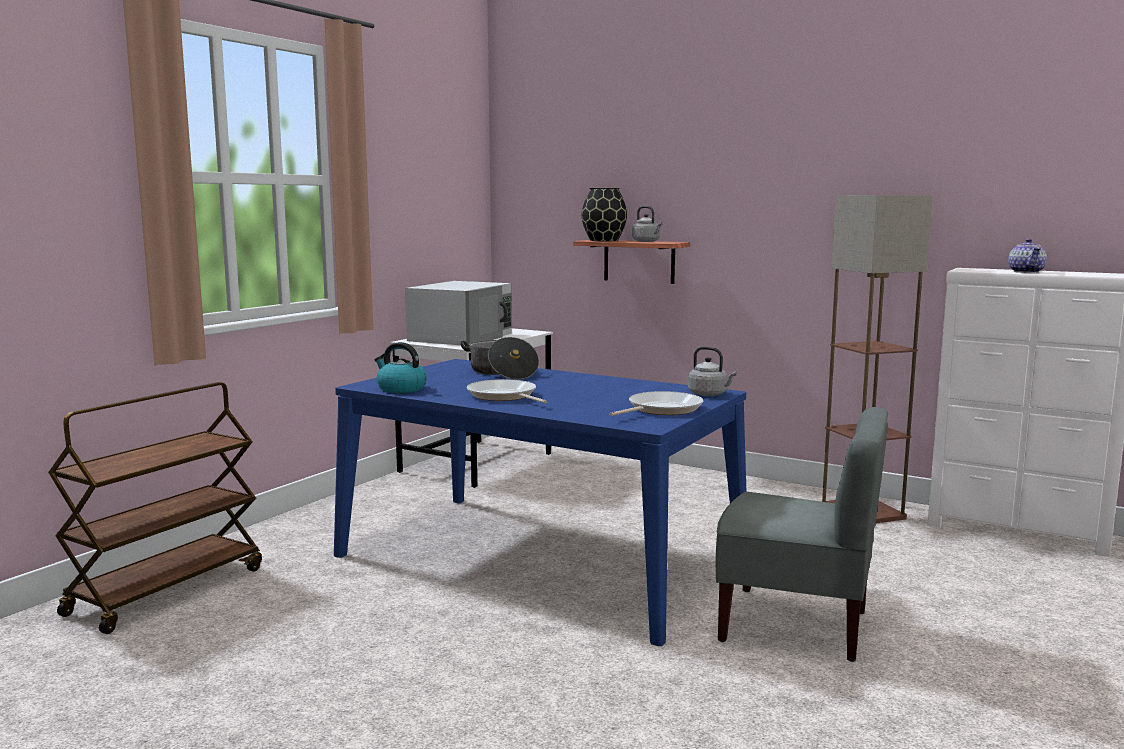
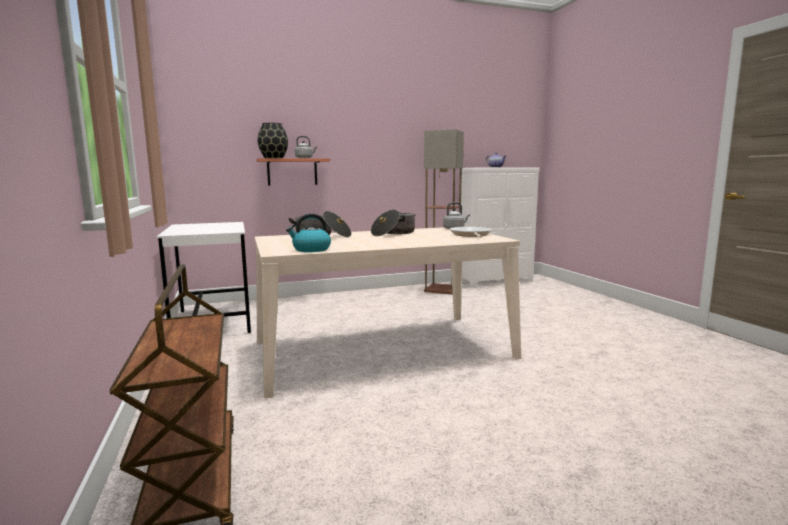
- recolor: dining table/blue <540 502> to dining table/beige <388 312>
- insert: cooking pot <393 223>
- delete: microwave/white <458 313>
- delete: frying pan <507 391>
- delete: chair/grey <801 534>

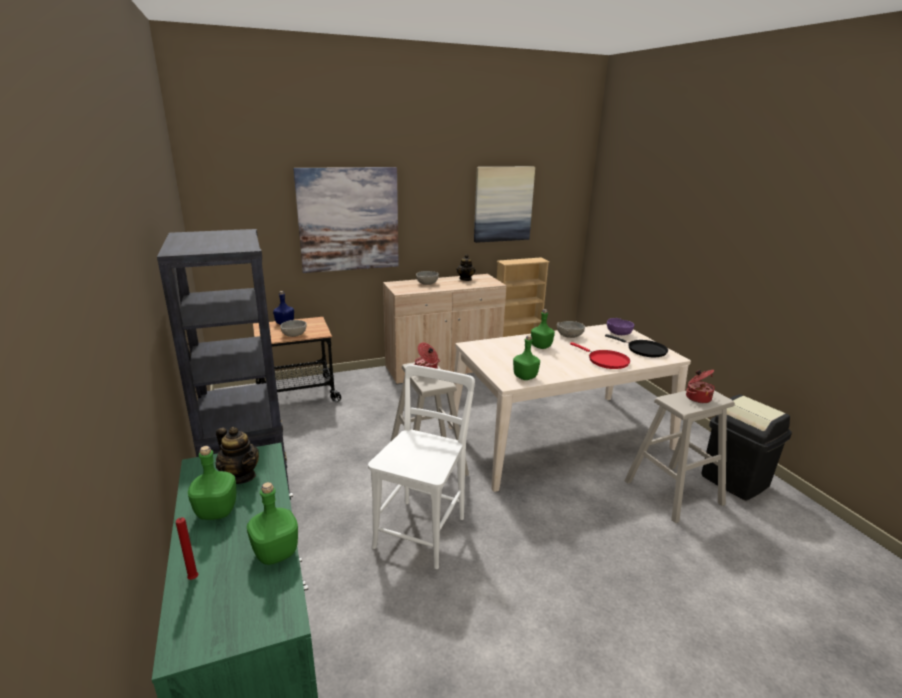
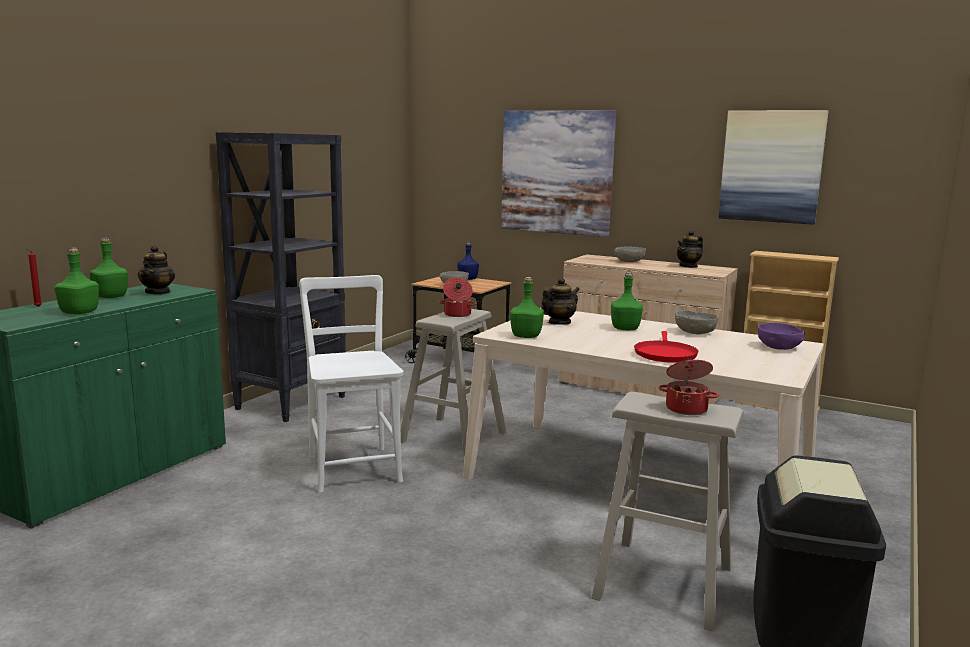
- rotate: chair/white <421 466> = <351 384> 90 degrees counterclockwise
- insert: teapot <560 301>
- delete: frying pan/black <636 345>

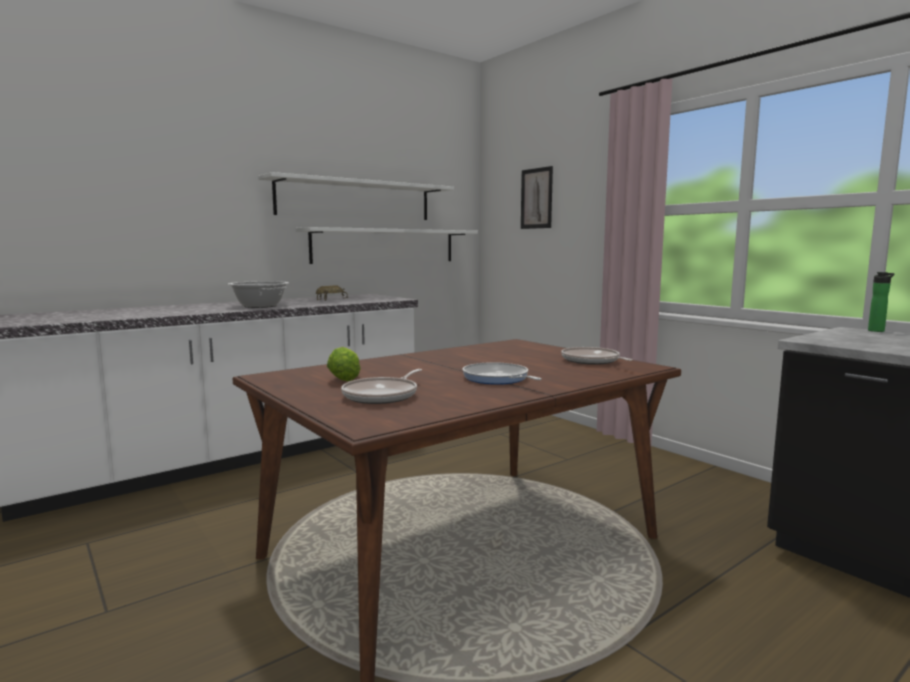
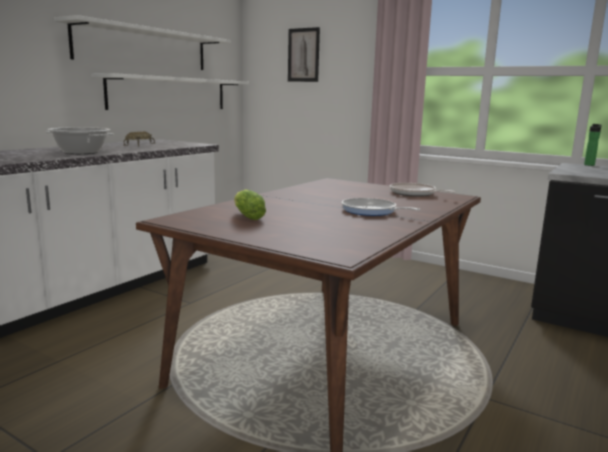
- delete: frying pan <381 386>

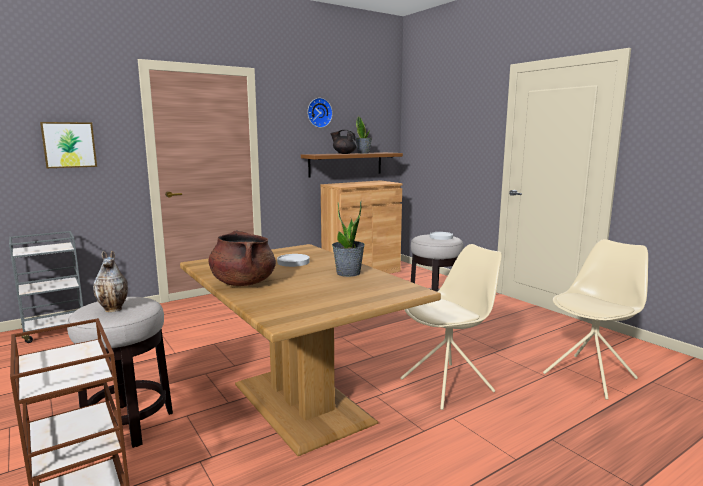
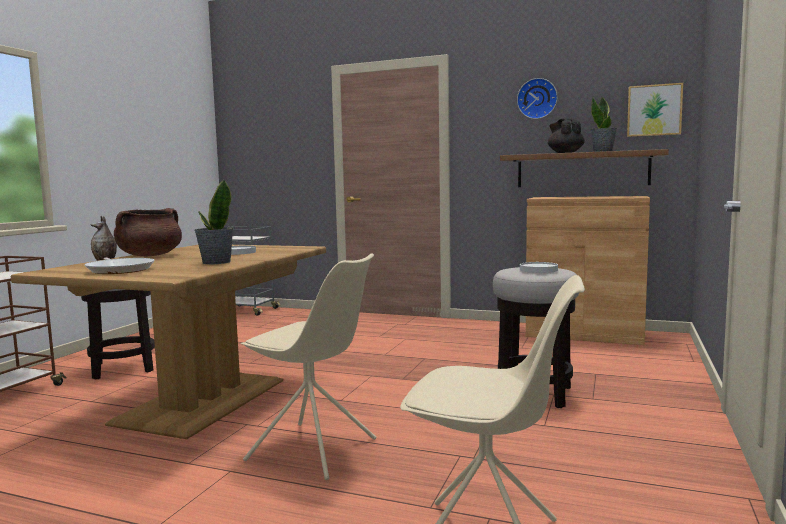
- insert: frying pan <120 265>
- move: picture <68 145> to <655 110>

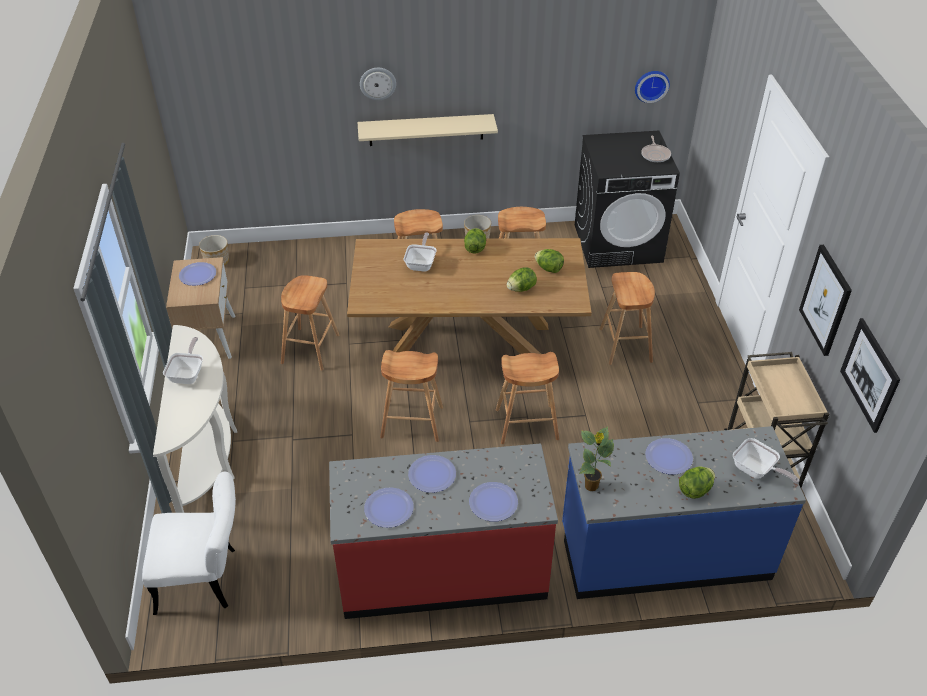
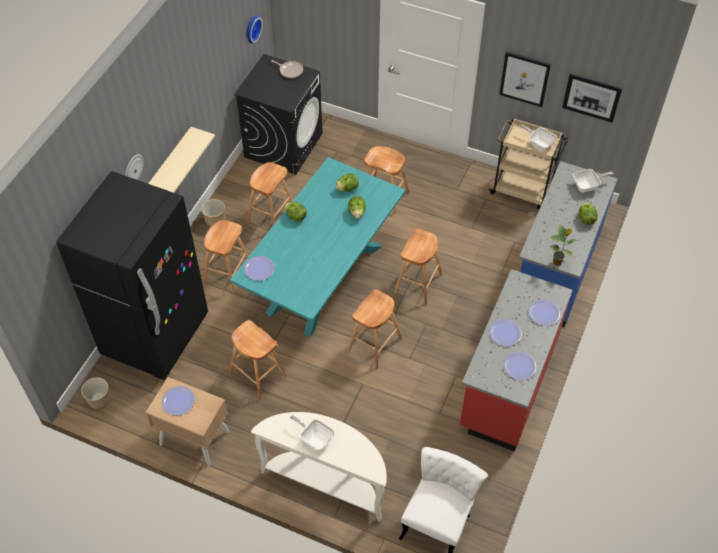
- insert: fridge/black <132 275>
- recolor: dining table/brown <469 296> to dining table/turquoise <317 247>
- move: plate <669 456> to <259 268>
- move: frying pan <420 252> to <538 137>

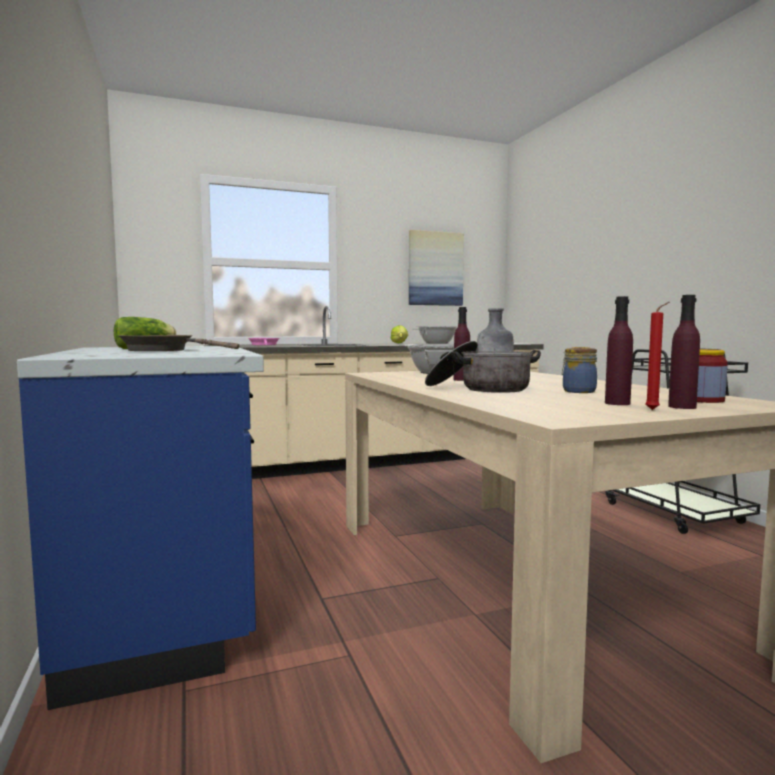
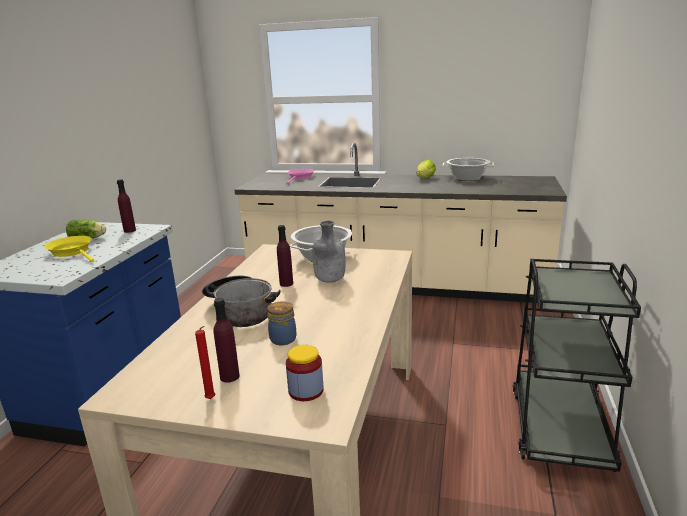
- recolor: frying pan/brown <178 343> to frying pan/yellow <69 249>
- move: bottle/purple <684 352> to <126 206>
- delete: picture <436 268>

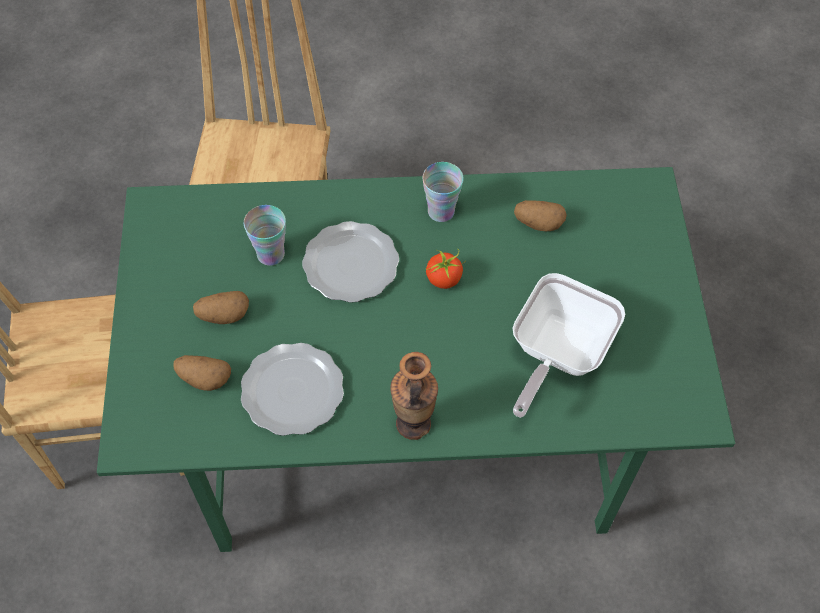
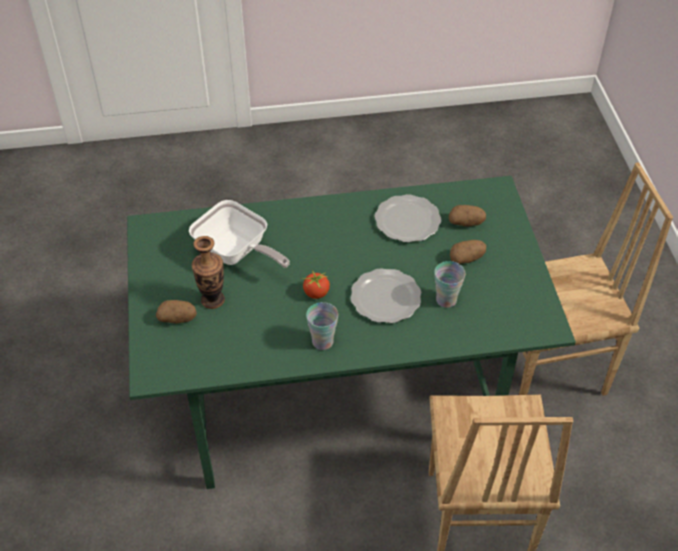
- move: potato <540 215> to <176 312>
- rotate: frying pan <568 345> = <239 234> 105 degrees clockwise
- move: vase <414 396> to <208 272>

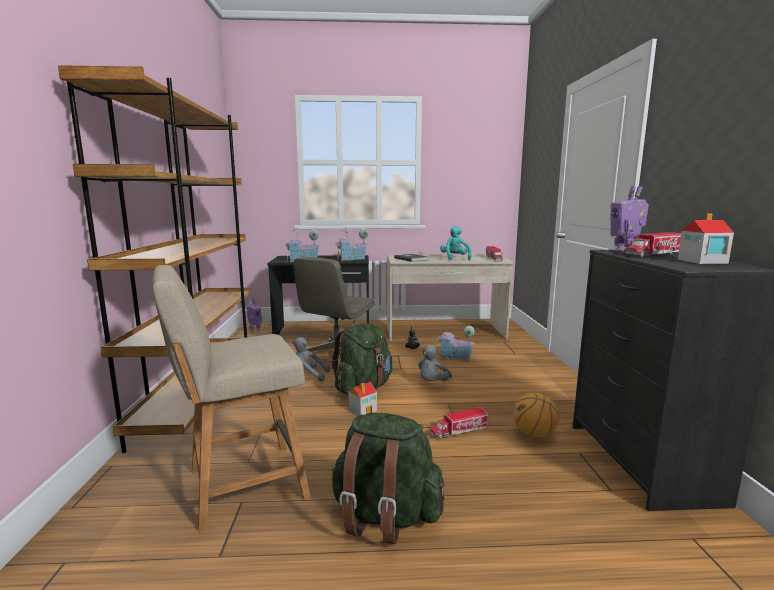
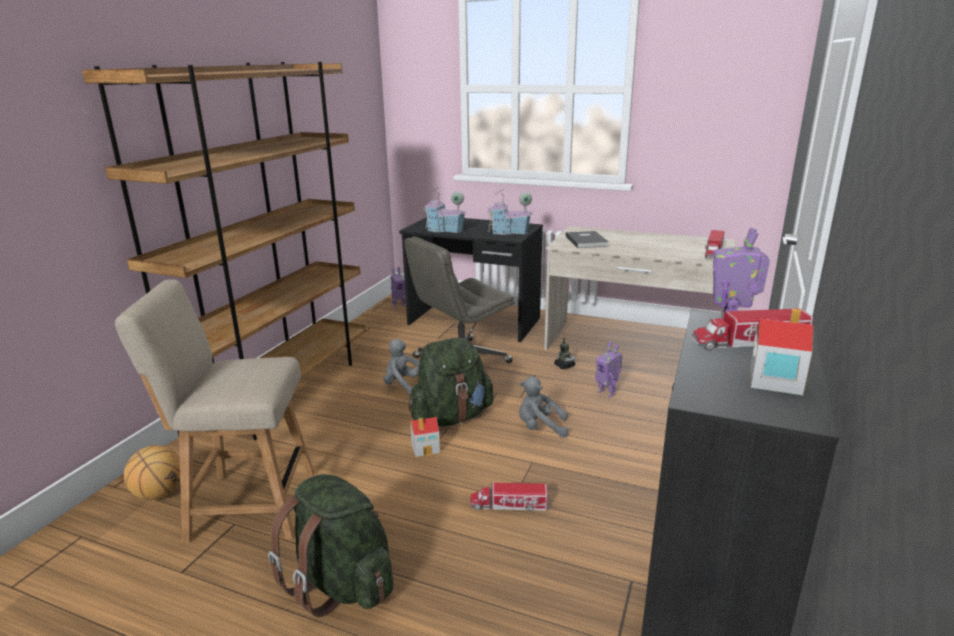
- move: basketball <536 415> to <152 472>
- rotate: plush toy/grey <435 363> = <543 407> 45 degrees clockwise
- replace: toy house <455 341> to toy robot <609 369>
- delete: plush toy/turquoise <456 243>

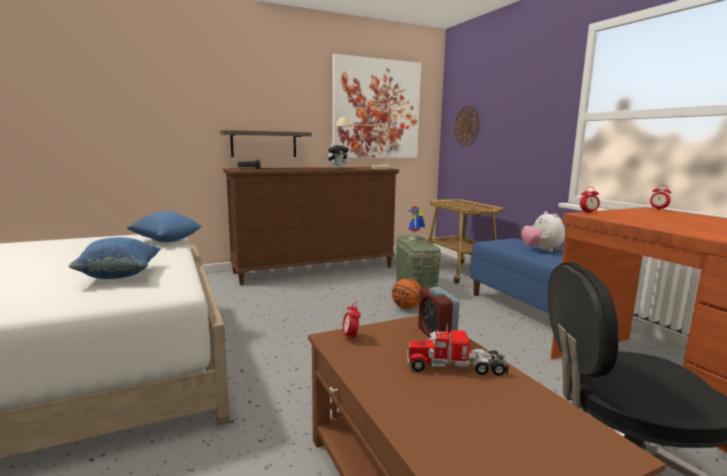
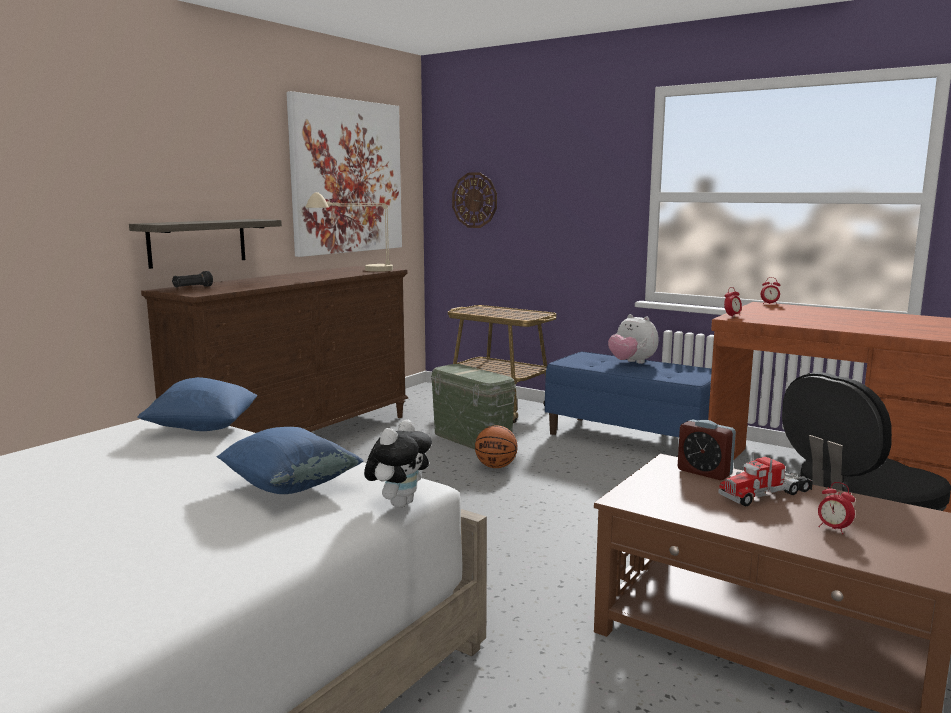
- move: plush toy <338 156> to <398 464>
- move: alarm clock <351 322> to <836 508>
- delete: toy robot <416 223>

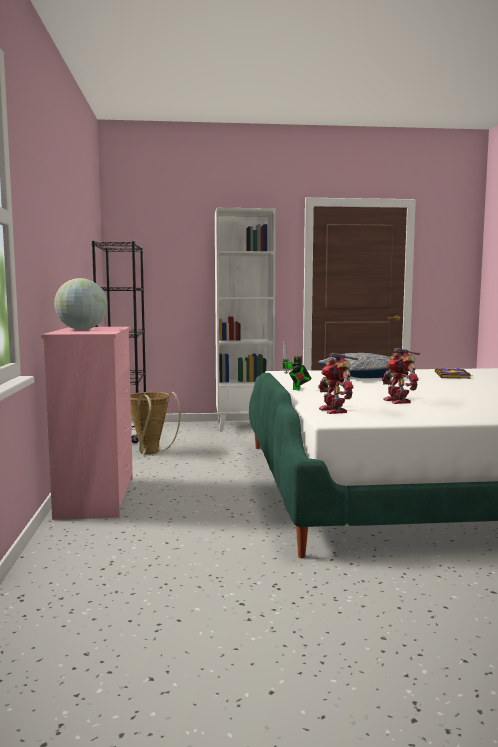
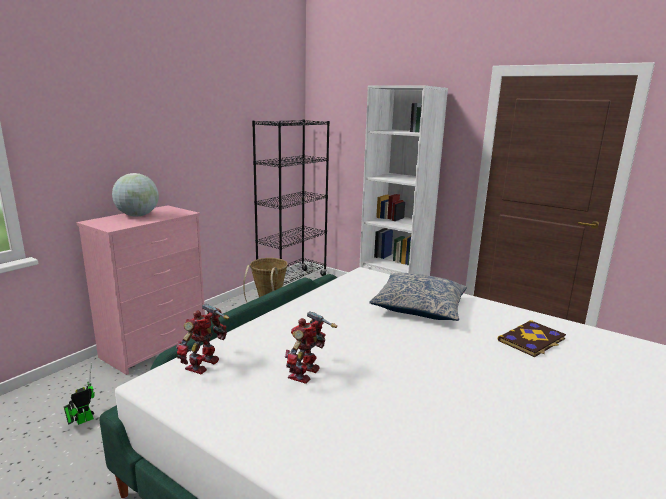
- move: toy robot <296 365> to <79 394>

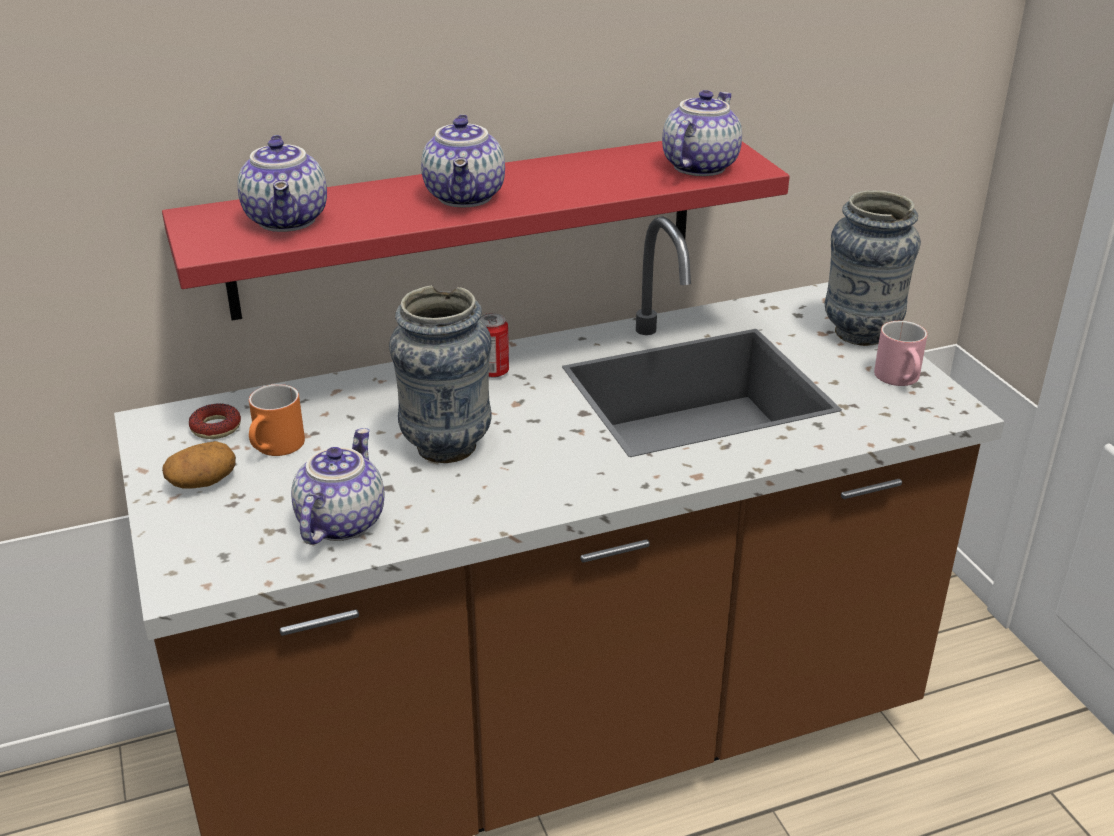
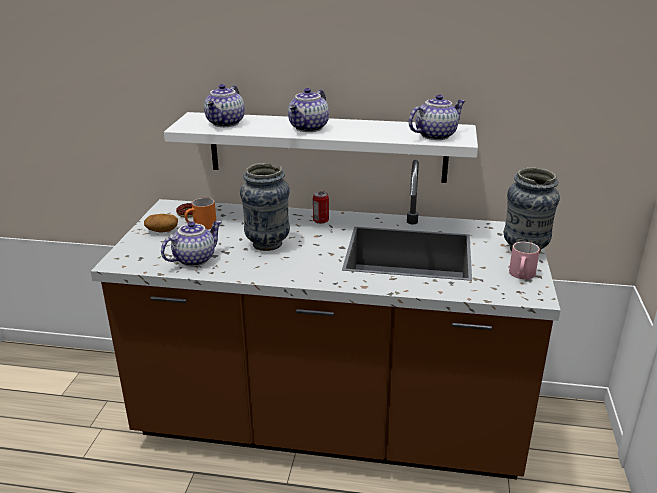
- recolor: shelf/red <476 231> to shelf/white <321 147>

